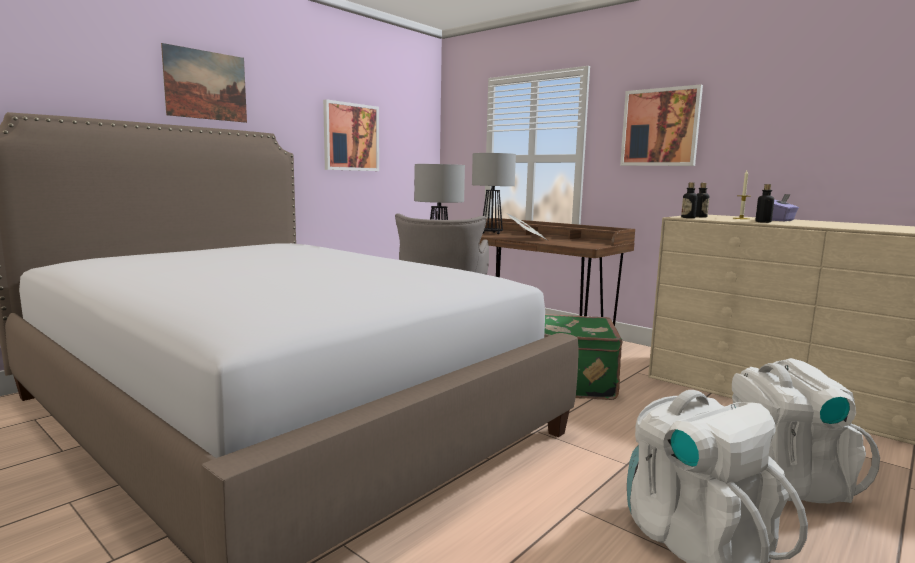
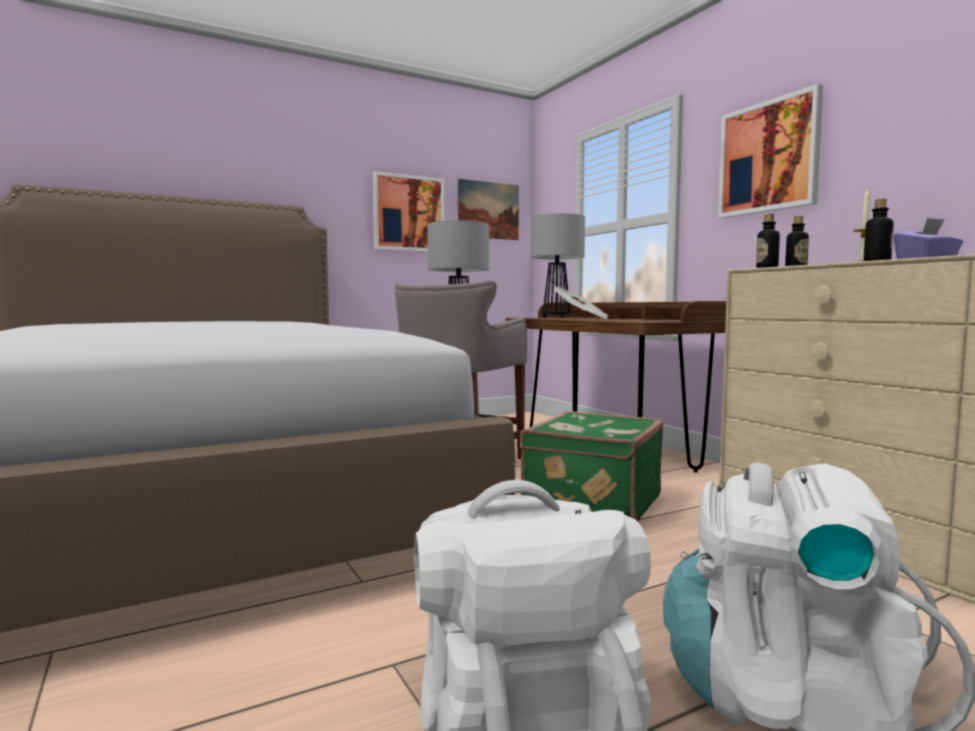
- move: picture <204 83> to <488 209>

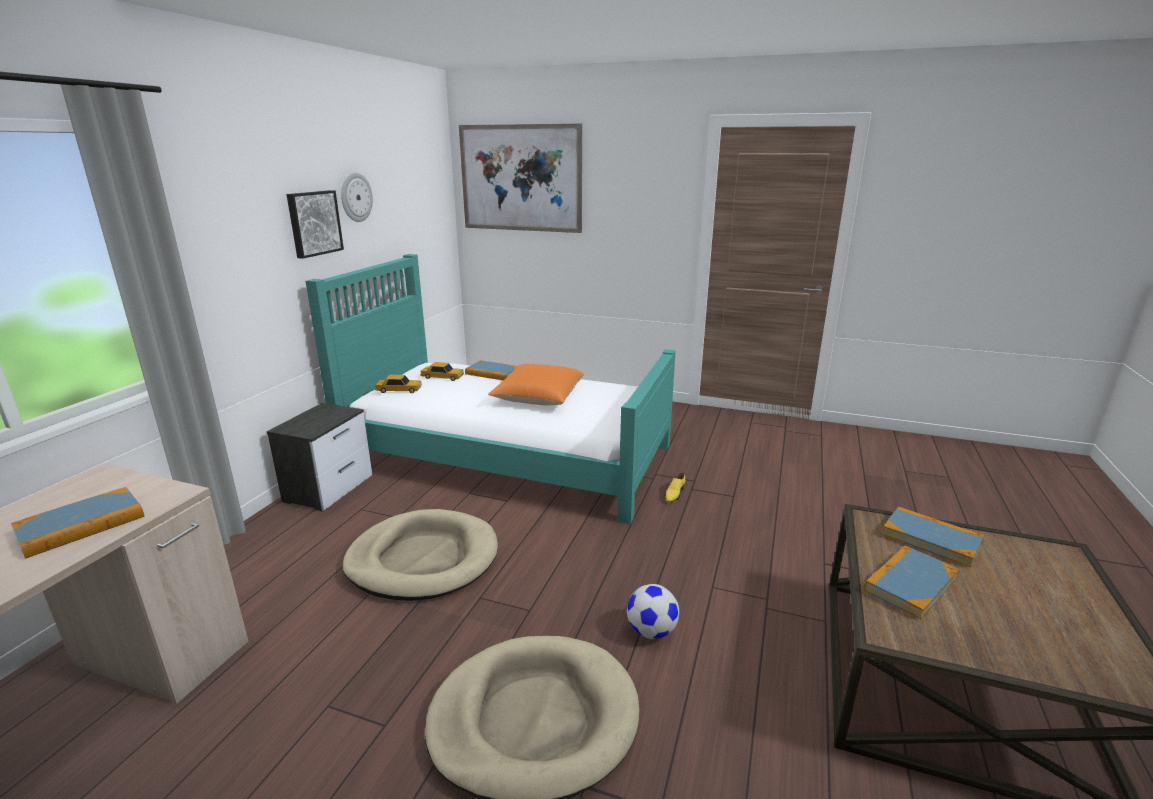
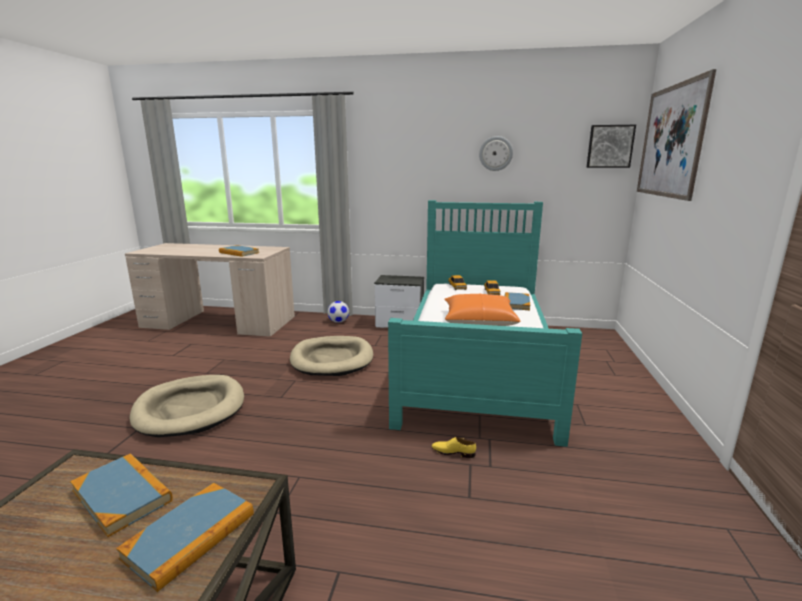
- move: football <653 611> to <338 312>
- move: picture <315 224> to <611 146>

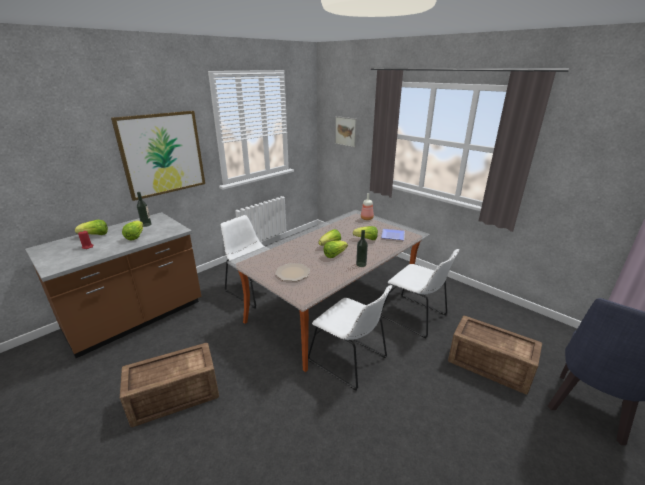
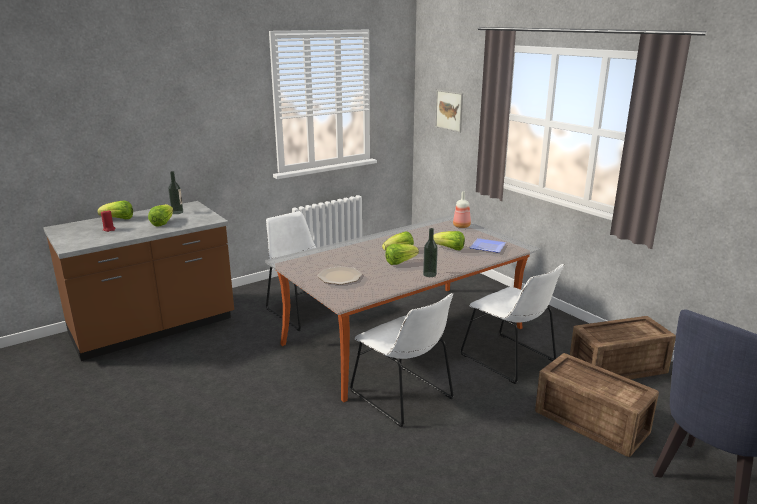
- move: crate <169 385> to <623 347>
- delete: picture <158 156>

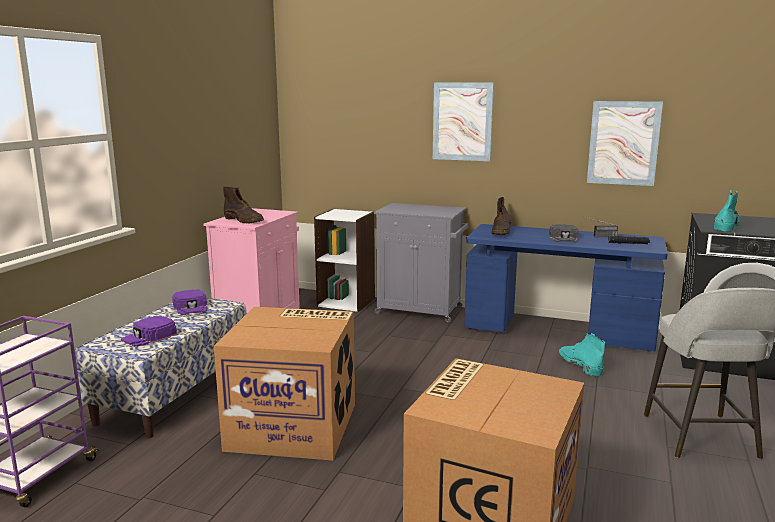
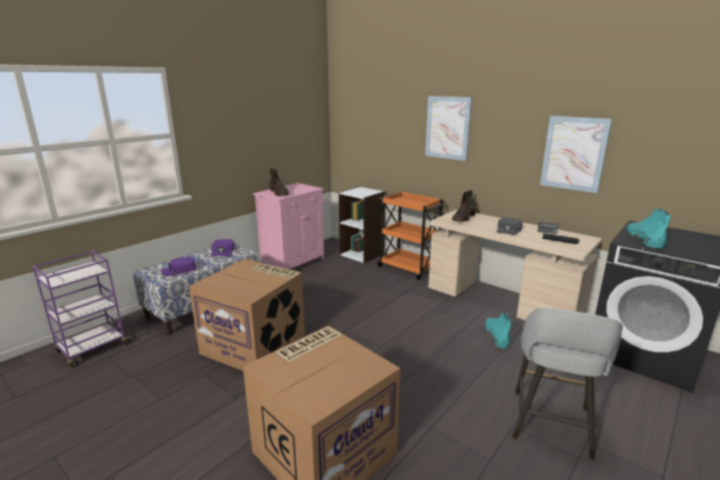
- replace: cabinet/grey <421 263> to cart/orange <411 235>
- recolor: desk/blue <566 287> to desk/beige <514 265>
- rotate: boot/turquoise <726 211> = <649 228> 45 degrees counterclockwise

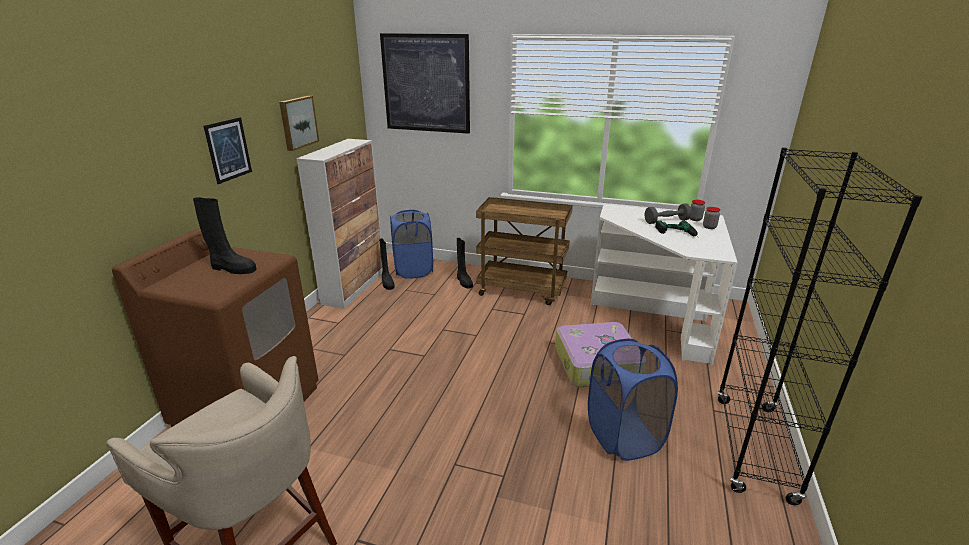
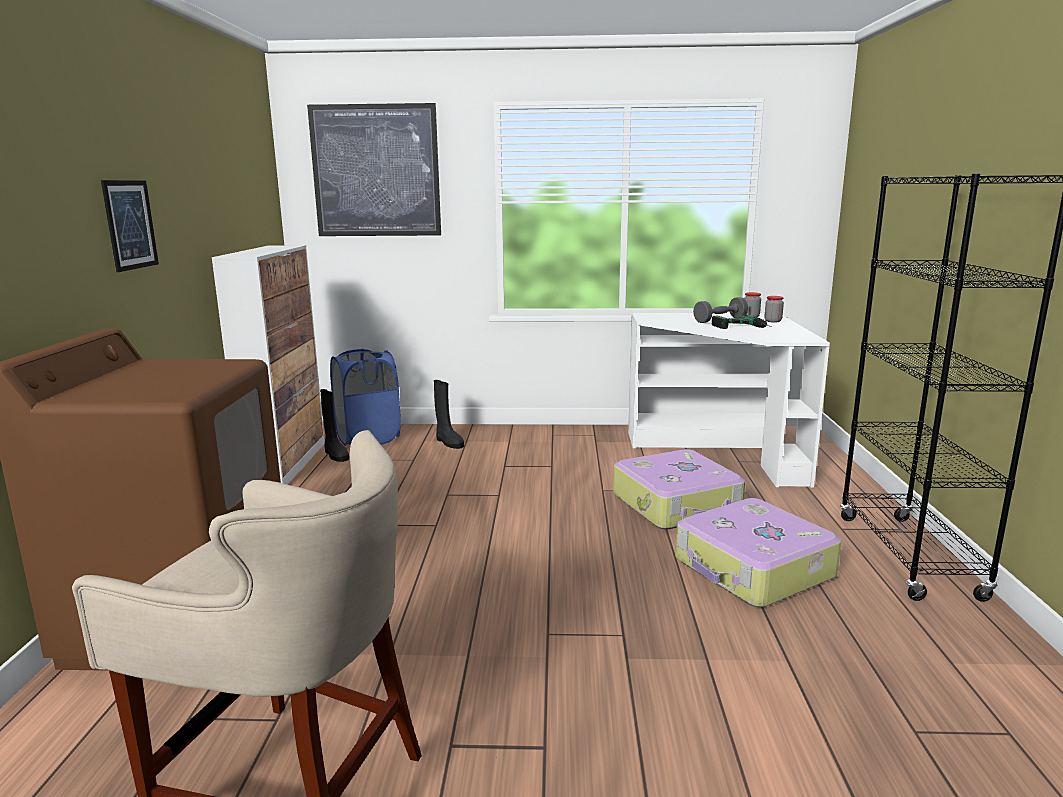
- replace: laundry basket/blue <633 400> to suitcase <758 552>
- delete: boot/black <224 235>
- delete: picture <299 123>
- delete: cart/brown <524 251>

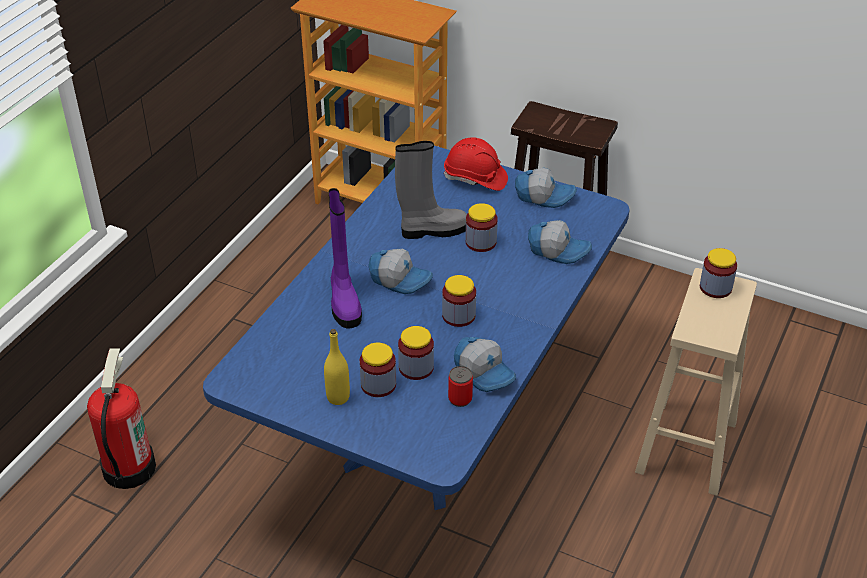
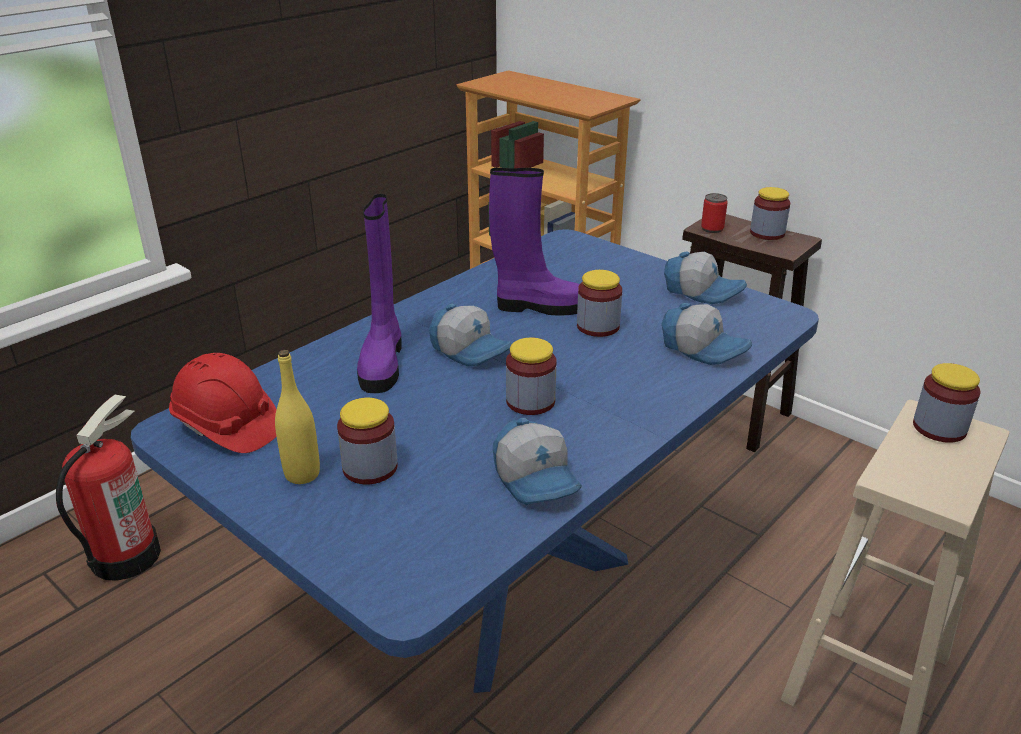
- move: hard hat/red <475 164> to <223 403>
- recolor: boot/grey <431 190> to boot/purple <534 242>
- move: can <460 386> to <714 213>
- move: jar <416 353> to <770 213>

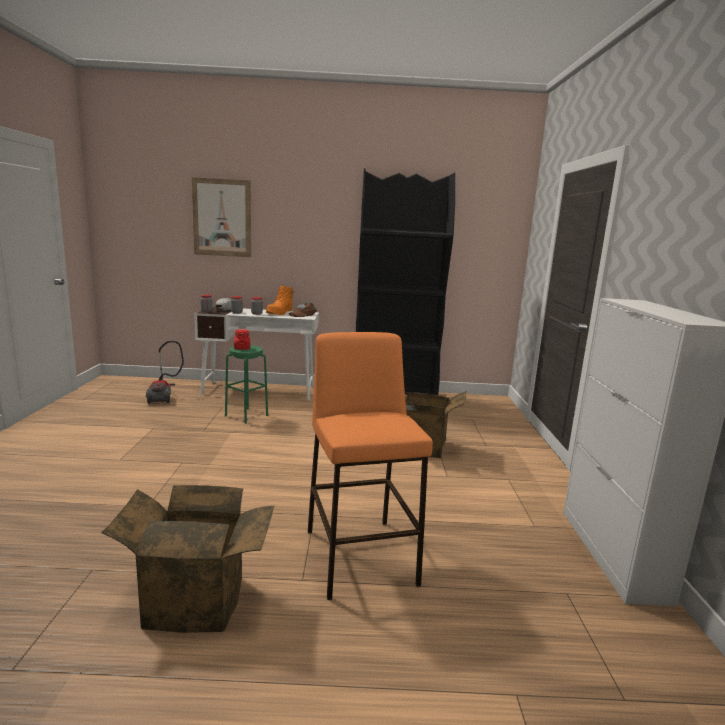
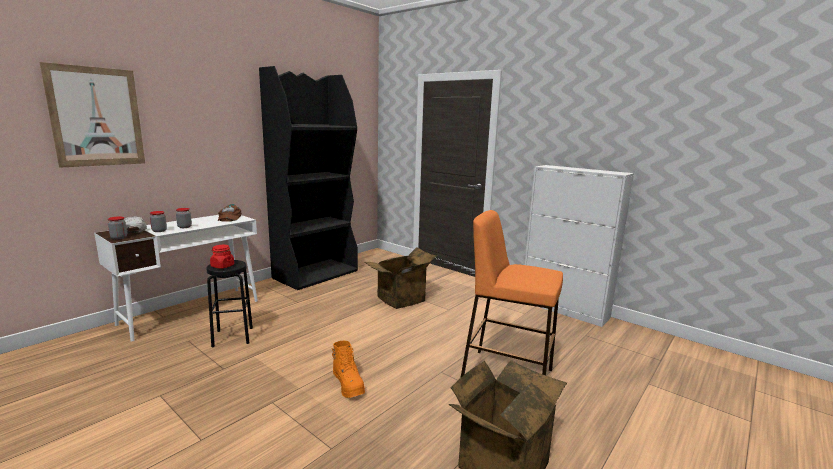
- recolor: stool/green <246 384> to stool/black <229 303>
- move: boot/orange <280 300> to <348 369>
- delete: vacuum cleaner <165 372>

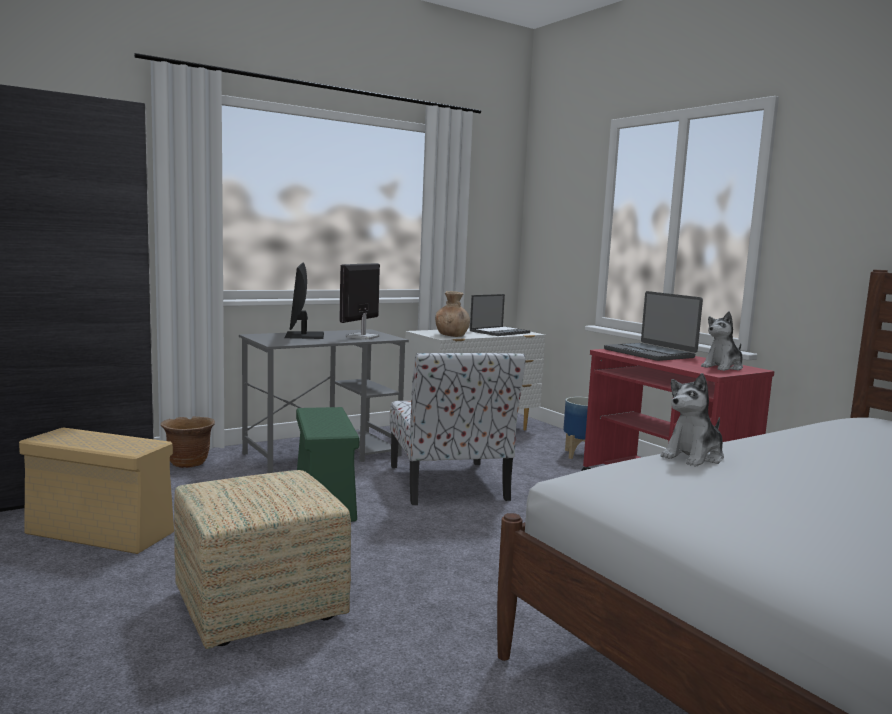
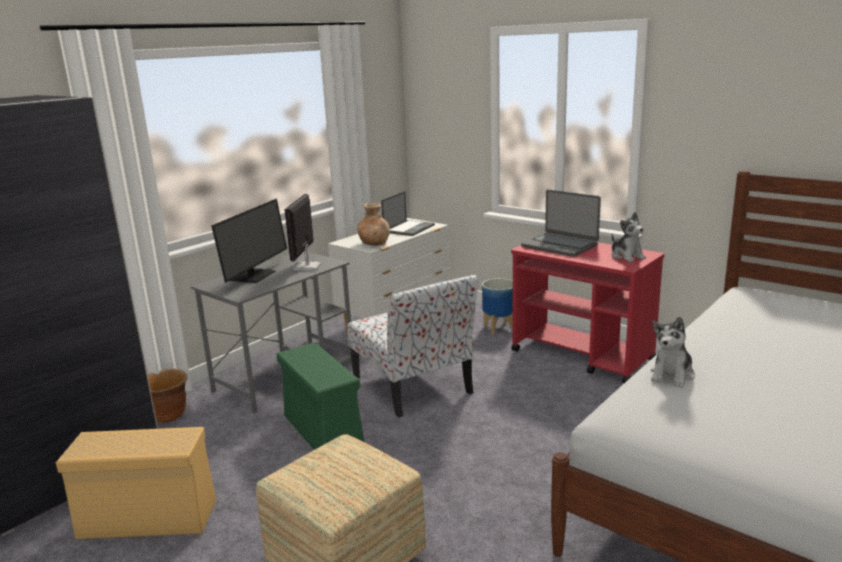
- rotate: monitor <304 300> = <249 241> 135 degrees counterclockwise
- rotate: plush toy <722 341> = <628 237> 60 degrees counterclockwise

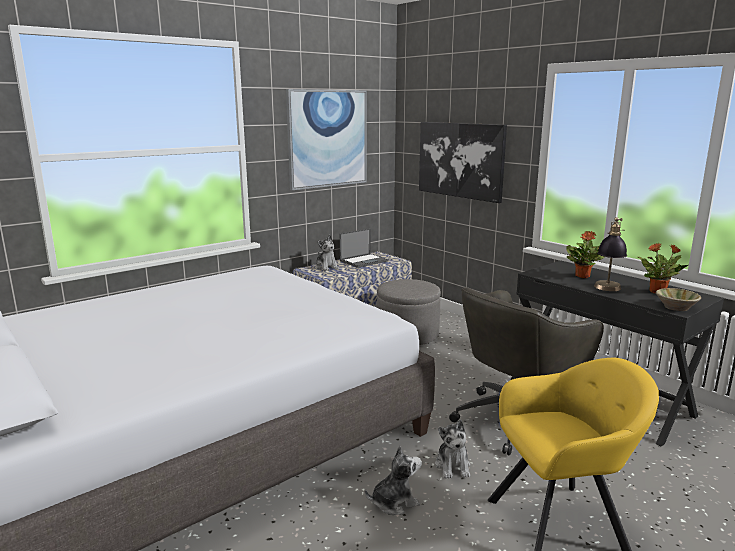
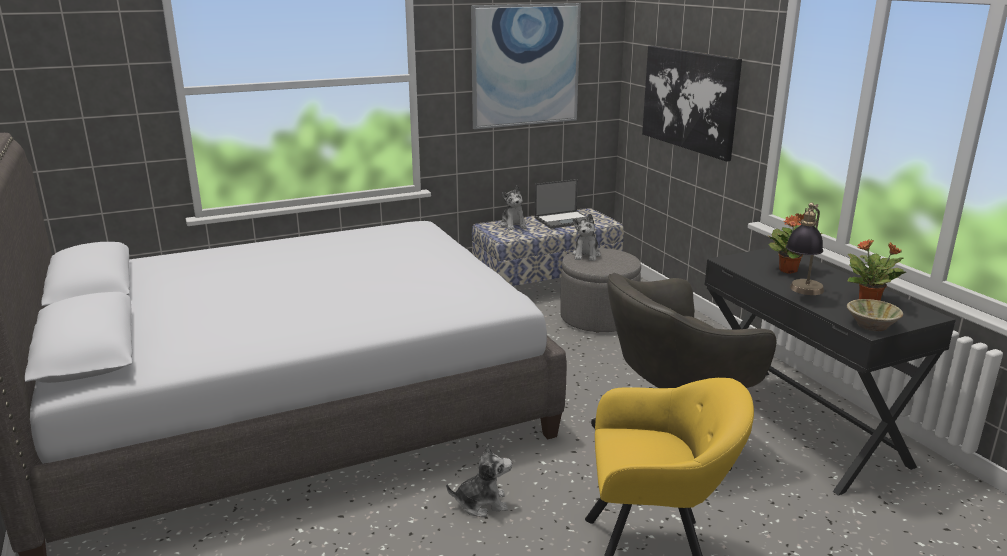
- move: plush toy <452 449> to <586 237>

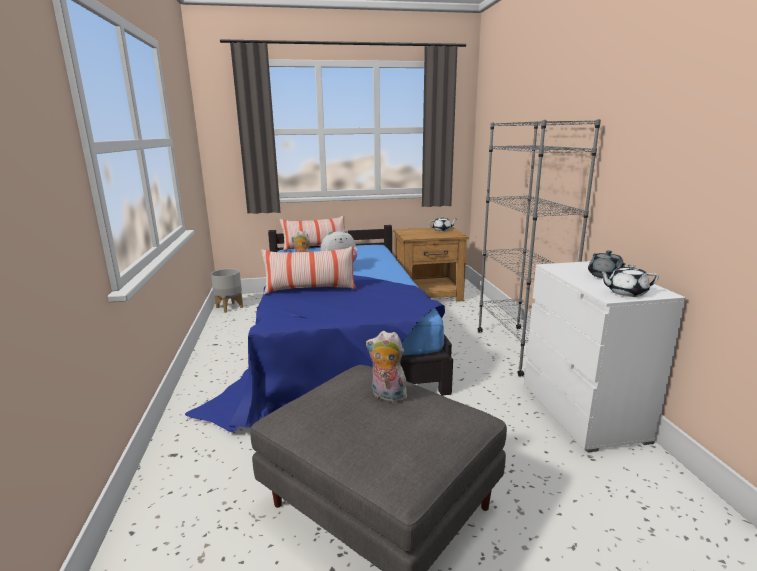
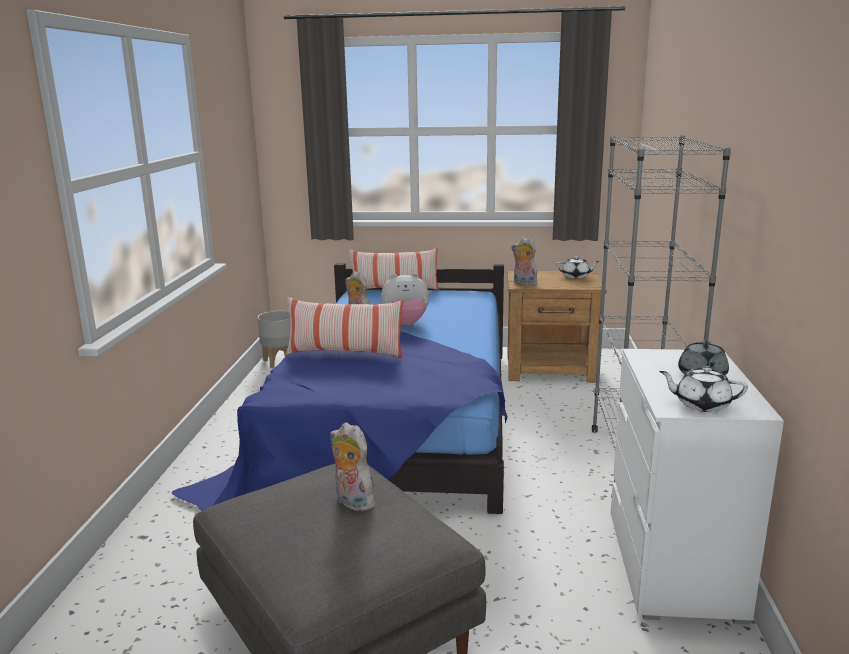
- insert: plush toy <524 261>

